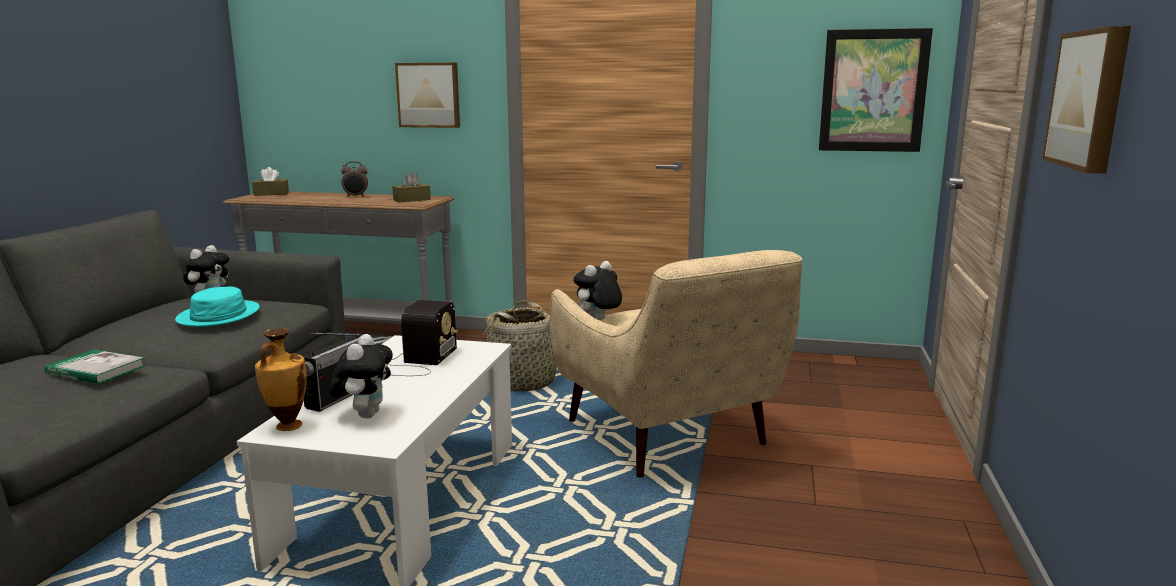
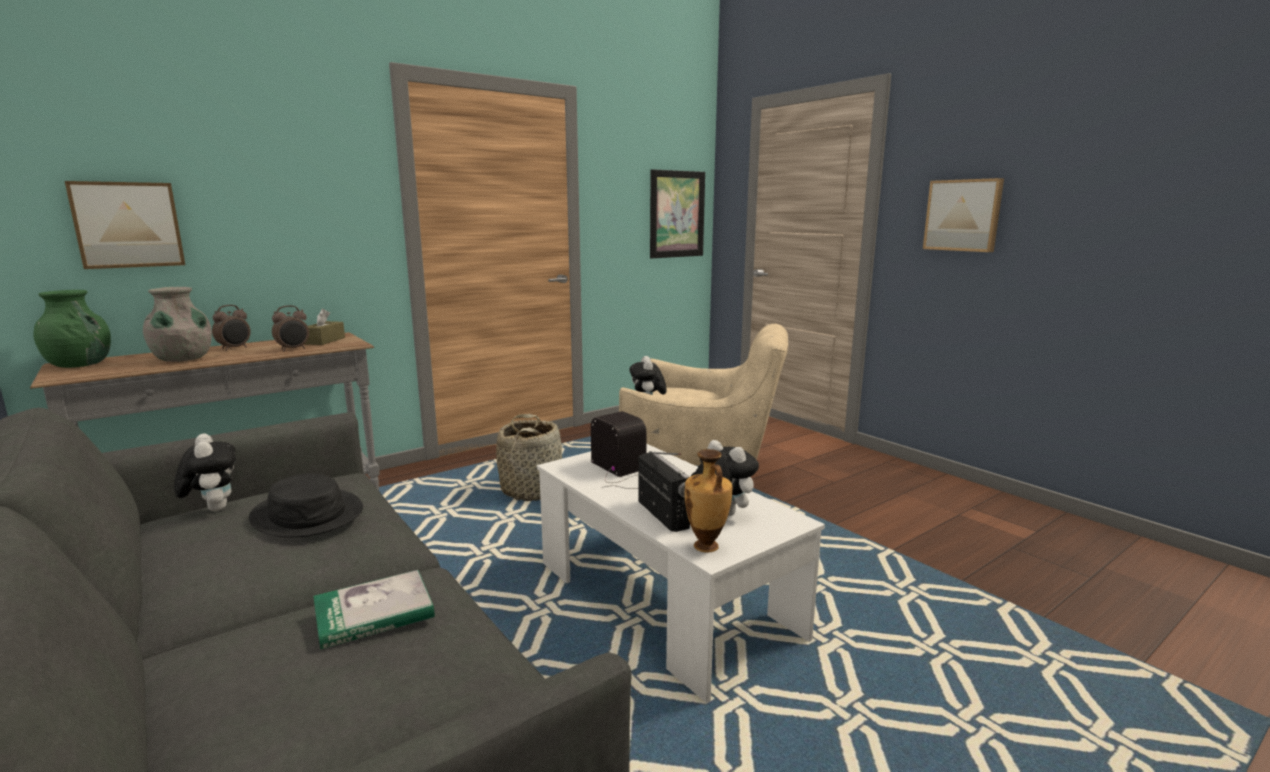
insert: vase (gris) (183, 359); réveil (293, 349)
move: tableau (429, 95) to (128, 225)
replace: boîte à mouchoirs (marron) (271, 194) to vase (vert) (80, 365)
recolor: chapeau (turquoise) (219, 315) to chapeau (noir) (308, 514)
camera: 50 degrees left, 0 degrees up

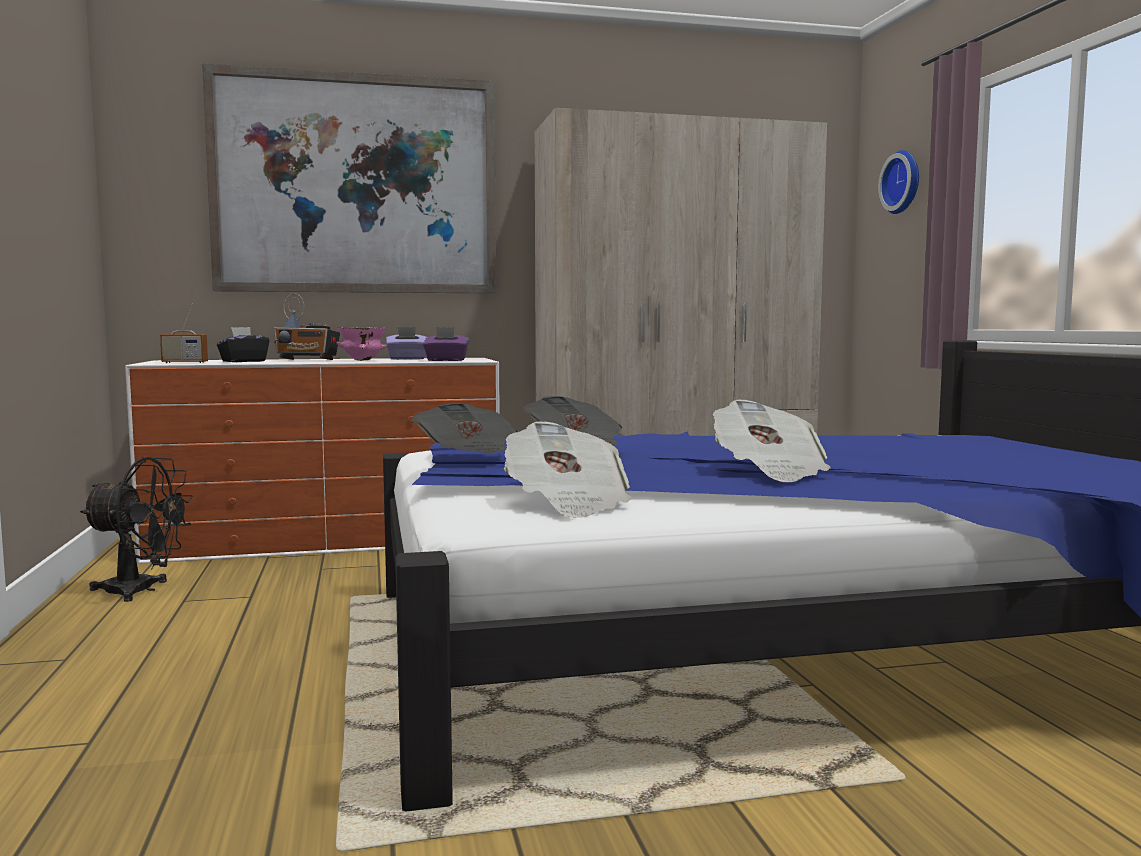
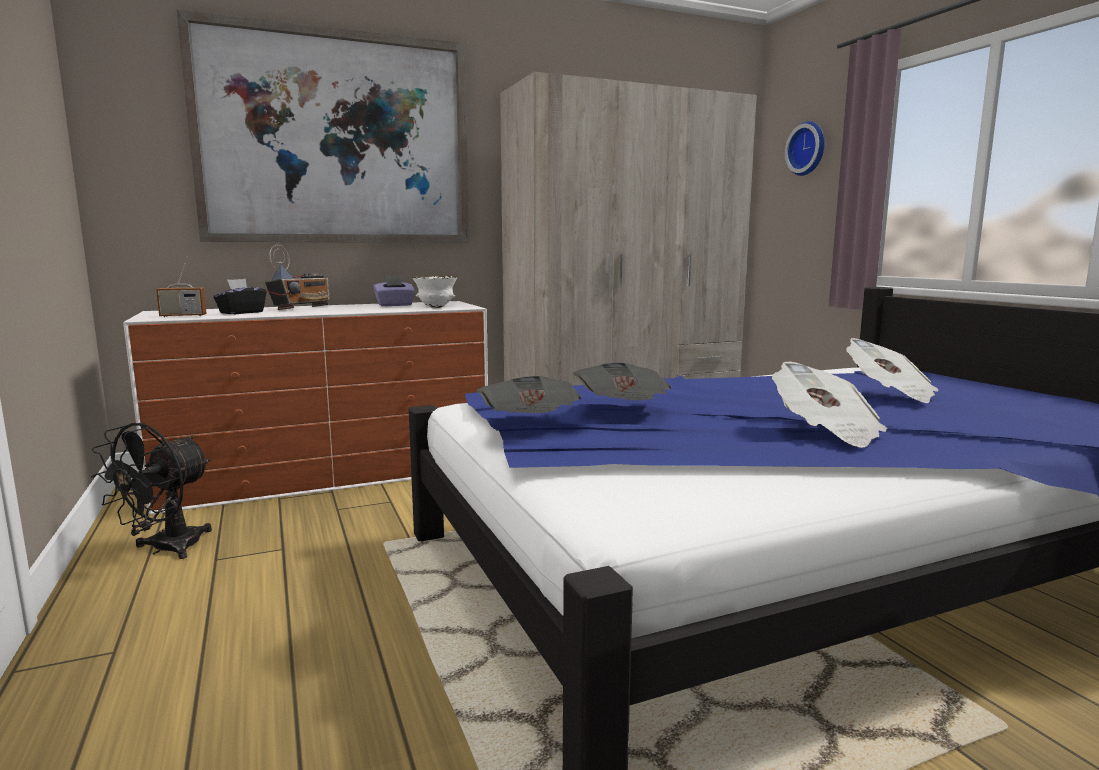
delete: bol (rose) (362, 360)
move: journal (567, 504) to (890, 393)
replace: boîte à mouchoirs (violet) (446, 360) to bol (blanc) (436, 307)
rotate: ventilateur (noir) (141, 590) = (165, 549) 120 degrees clockwise; radio (307, 360) = (301, 308) 60 degrees counterclockwise
camera: 10 degrees left, 5 degrees up

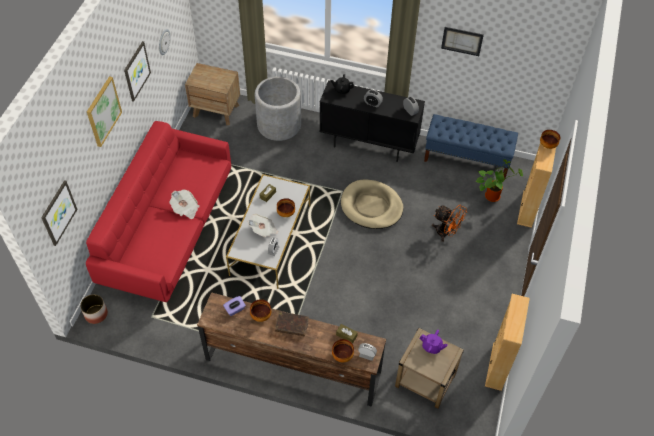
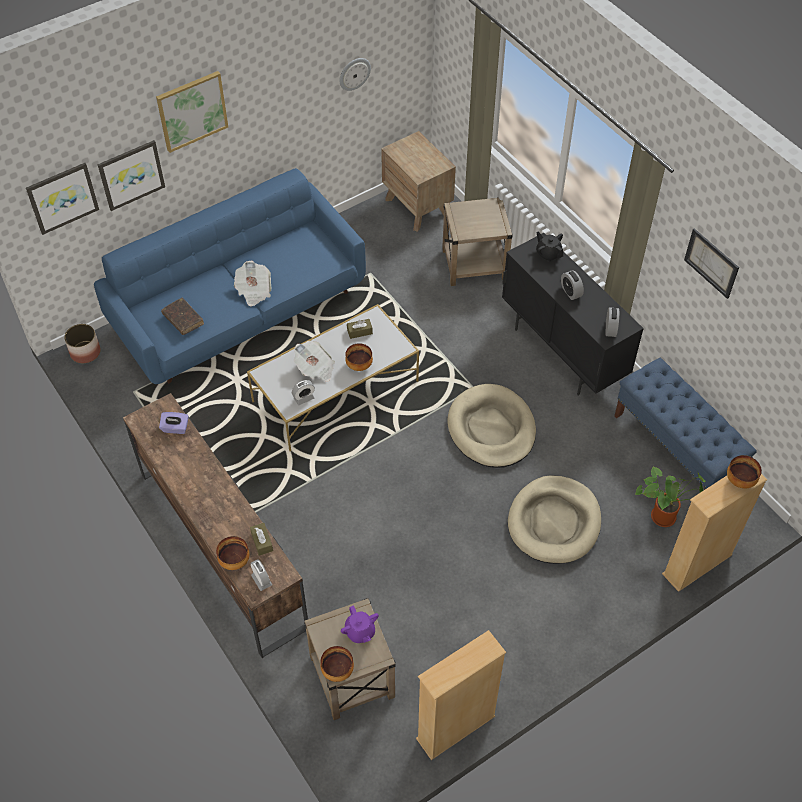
move: tableau (136, 71) to (131, 174); bol (261, 316) to (337, 671); livre (marron) (292, 326) to (183, 319)
replace: cache-pot (gris) (279, 125) to table d'appoint (beige) (475, 264); ventilateur (orange) (446, 233) to panier pour chien (beige) (554, 522)
recolor: canapé (rouge) (169, 229) to canapé (bleu) (240, 310)
camera: 40 degrees right, 0 degrees up

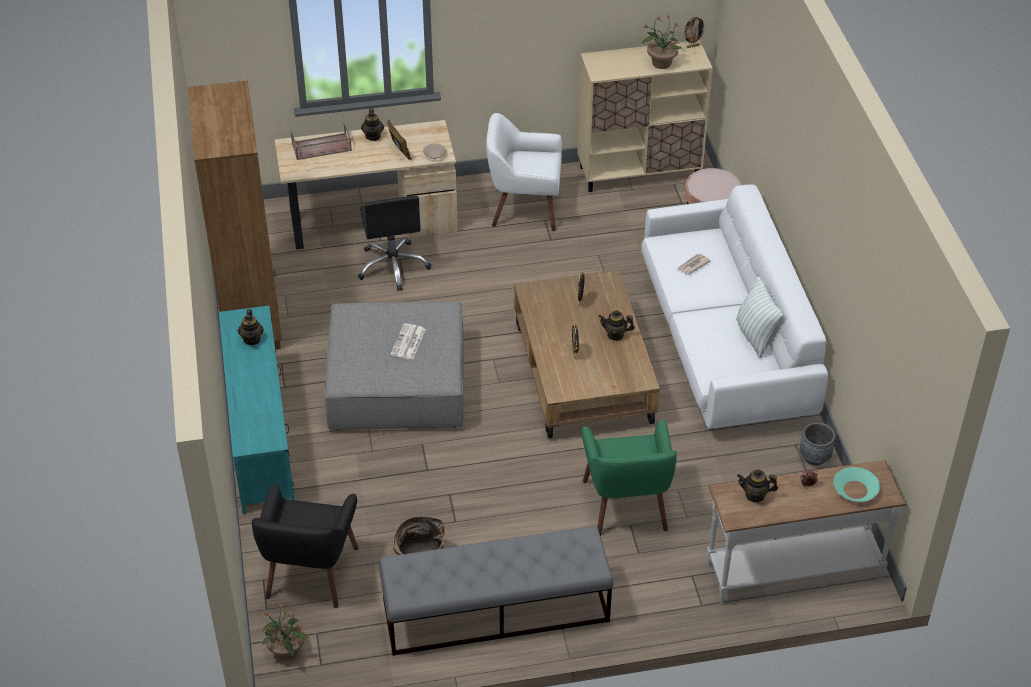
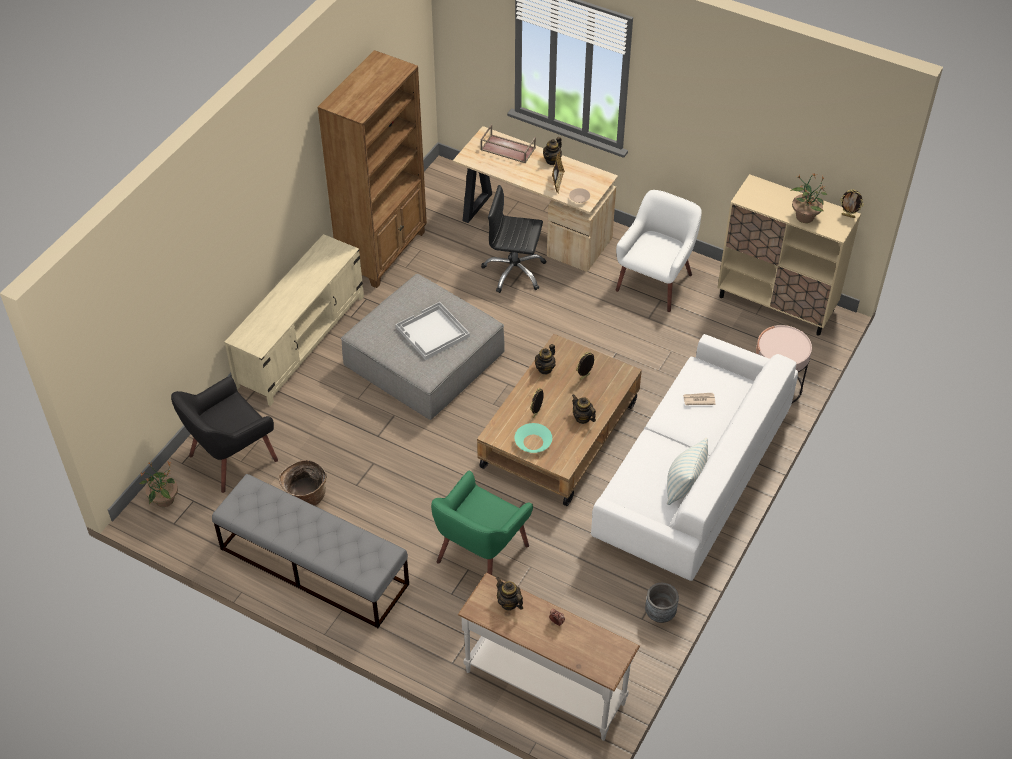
move: théière (252, 339) to (545, 368); bol (turquoise) (855, 489) to (533, 442)
replace: journal (408, 342) to plateau (blanc) (432, 332)
recolor: meuble télé (turquoise) (260, 435) to meuble télé (beige) (301, 341)
rotate: chaise de bureau (noir) (393, 266) = (514, 272) 75 degrees clockwise; fauteuil (blanc) (524, 208) = (655, 282) 75 degrees clockwise
camera: 40 degrees right, 5 degrees up

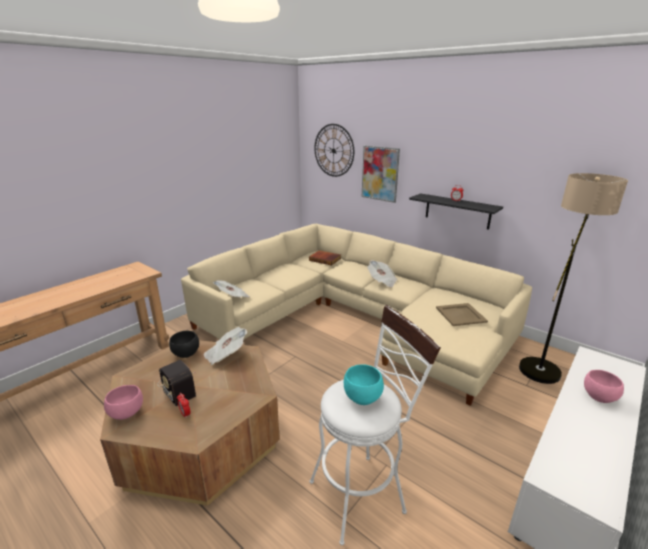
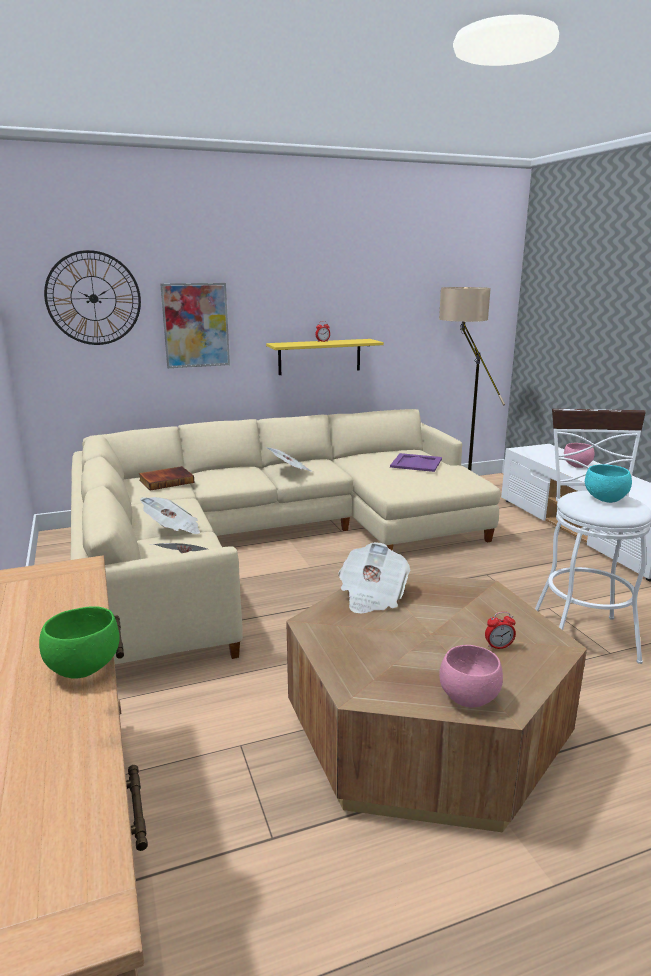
delete: radio (177, 387); bol (noir) (186, 354)
insert: bol (vert) (83, 668); journal (173, 530)
recolor: étagère (noir) (457, 211) to étagère (jaune) (319, 356); plateau (beige) (460, 314) to plateau (violet) (415, 463)
camera: 60 degrees left, 5 degrees down

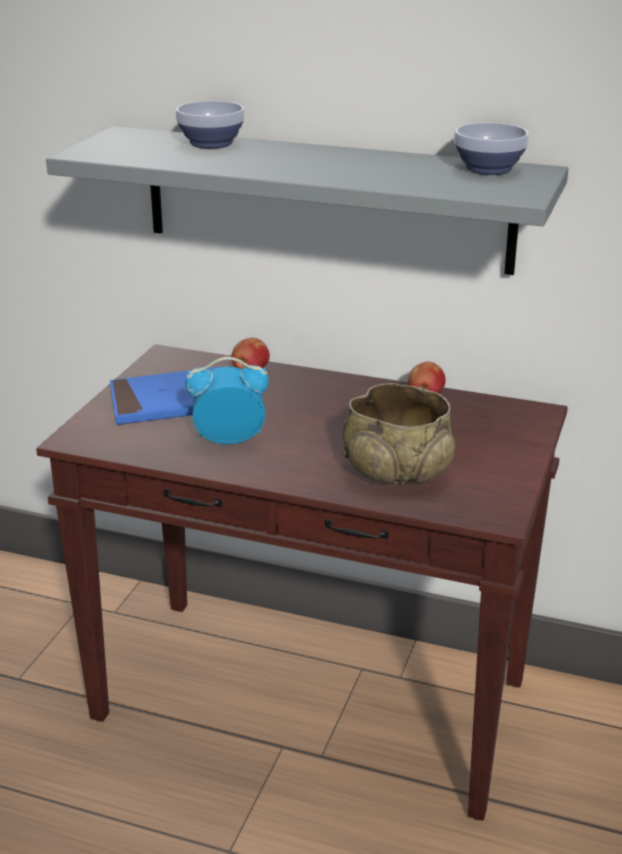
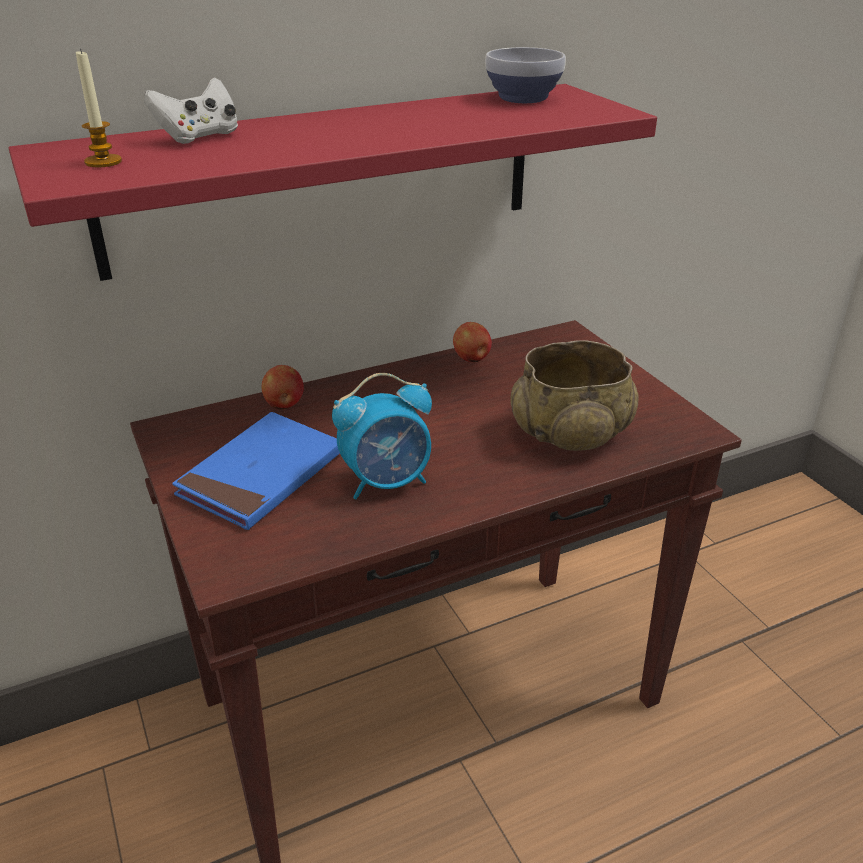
insert: bougie (103, 162)
replace: bol (209, 144) to manette (blanc) (199, 137)
recolor: étagère (gris) (326, 199) to étagère (rouge) (324, 178)
rotate: réveil (229, 439) = (387, 482) 150 degrees counterclockwise
camera: 45 degrees left, 5 degrees up

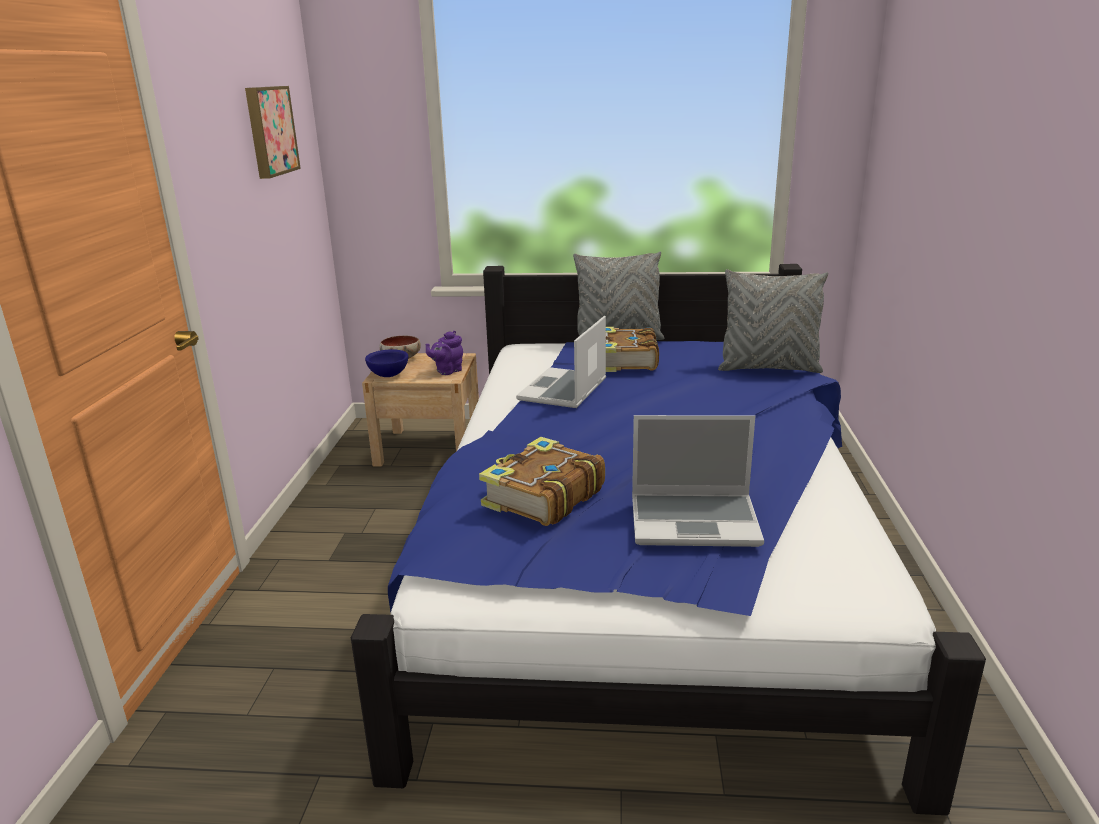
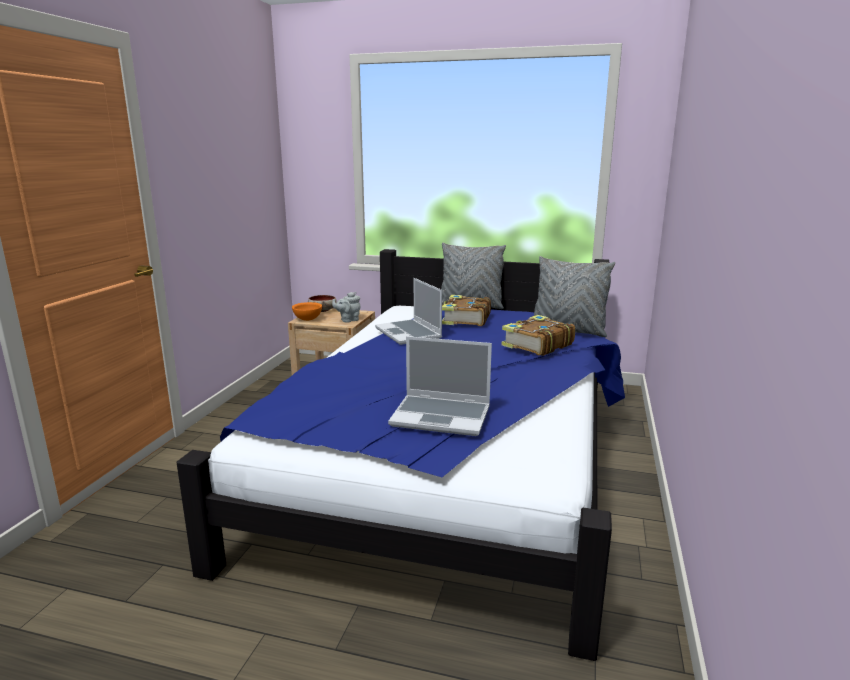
delete: tableau (269, 131)
move: livre (542, 497) to (536, 345)
recolor: bol (bleu) (389, 375) to bol (orange) (308, 319); théière (violet) (447, 371) to théière (gris) (348, 320)
rotate: ordinateur portable (564, 390) = (409, 333) 60 degrees counterclockwise
camera: 10 degrees right, 5 degrees down

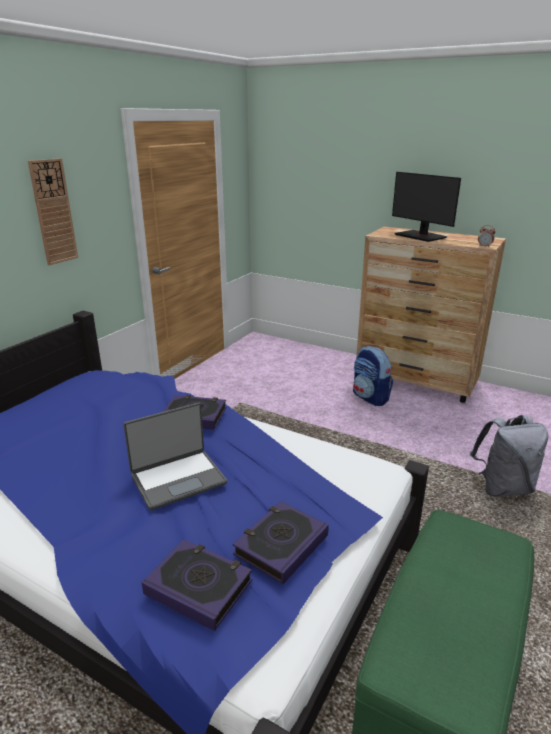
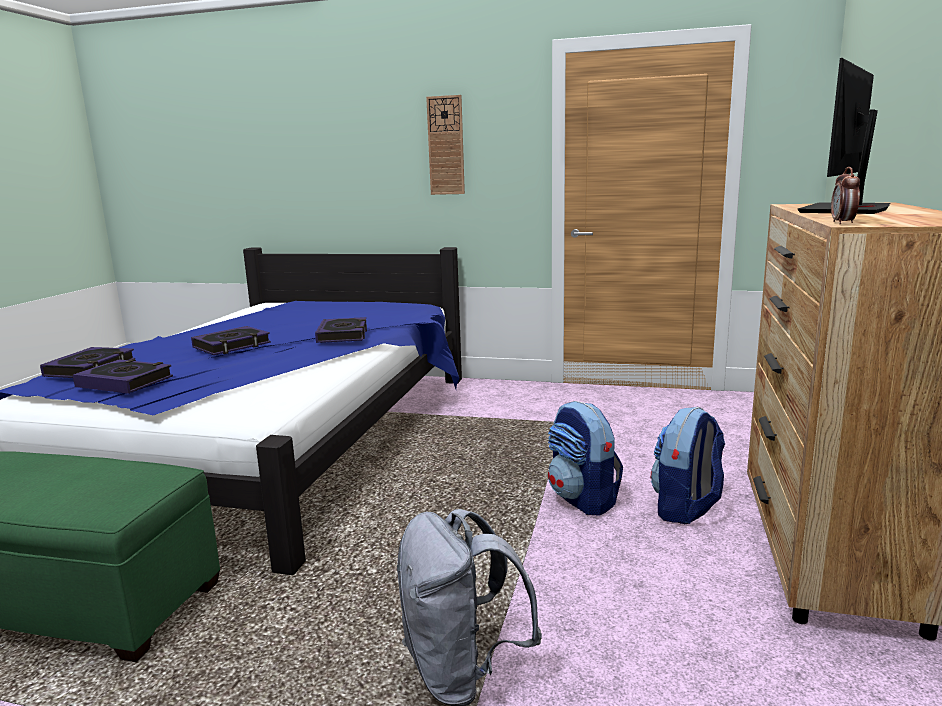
insert: sac à dos (583, 499)
replace: ordinateur portable (178, 479) to livre (232, 346)
camera: 75 degrees right, 10 degrees down

